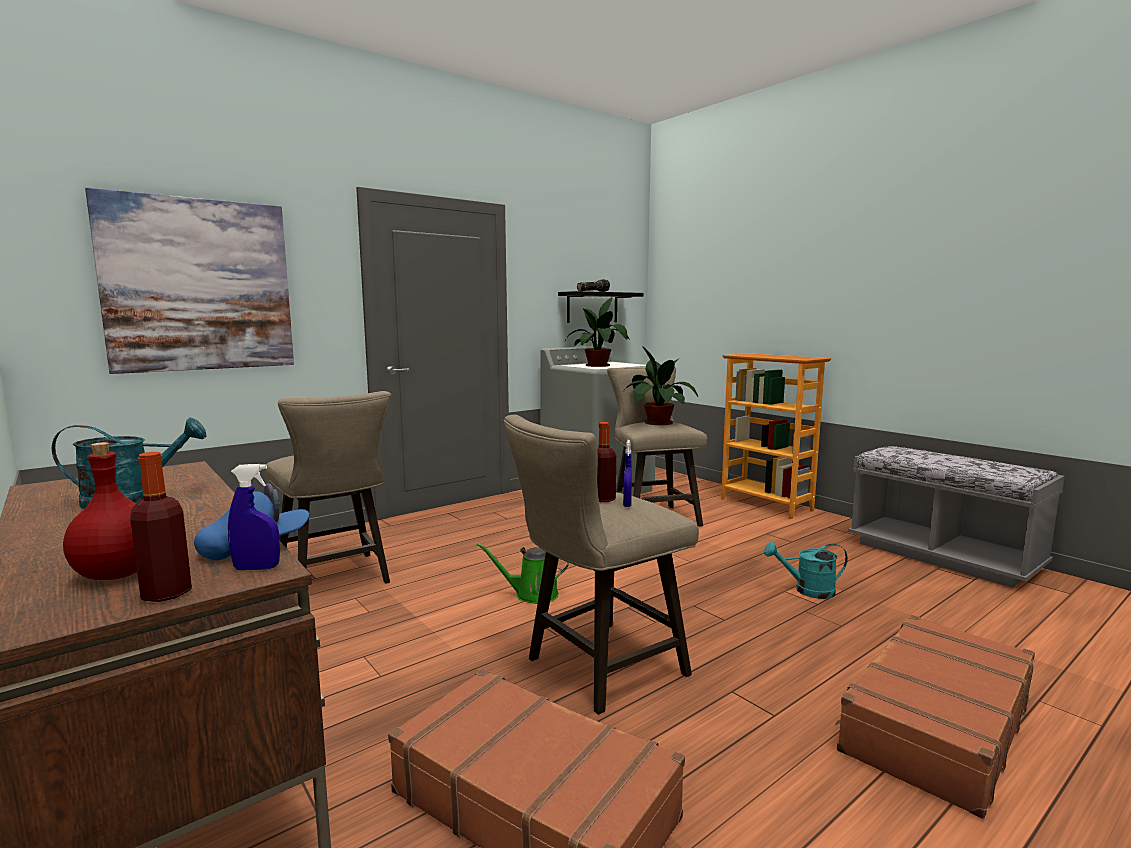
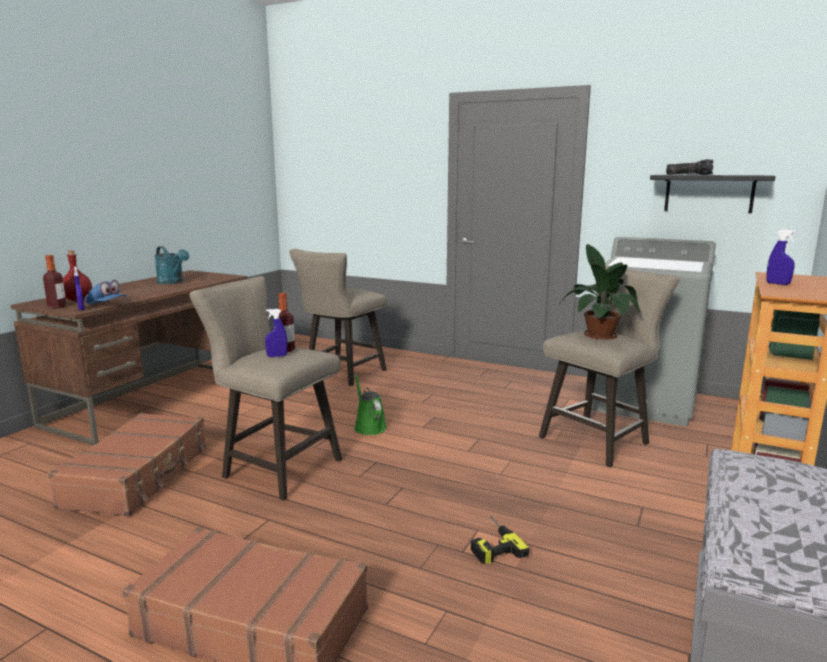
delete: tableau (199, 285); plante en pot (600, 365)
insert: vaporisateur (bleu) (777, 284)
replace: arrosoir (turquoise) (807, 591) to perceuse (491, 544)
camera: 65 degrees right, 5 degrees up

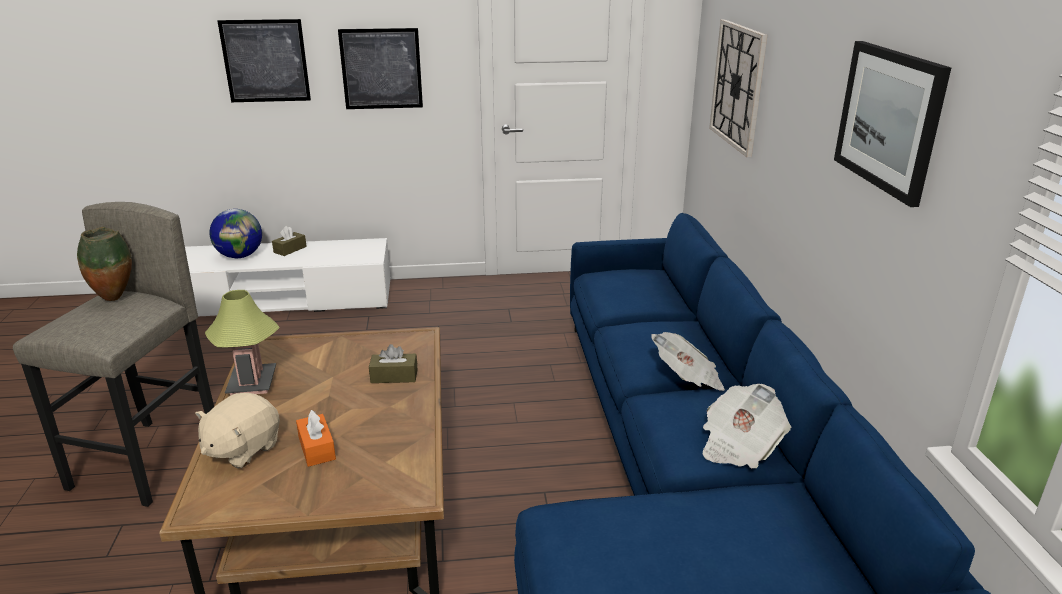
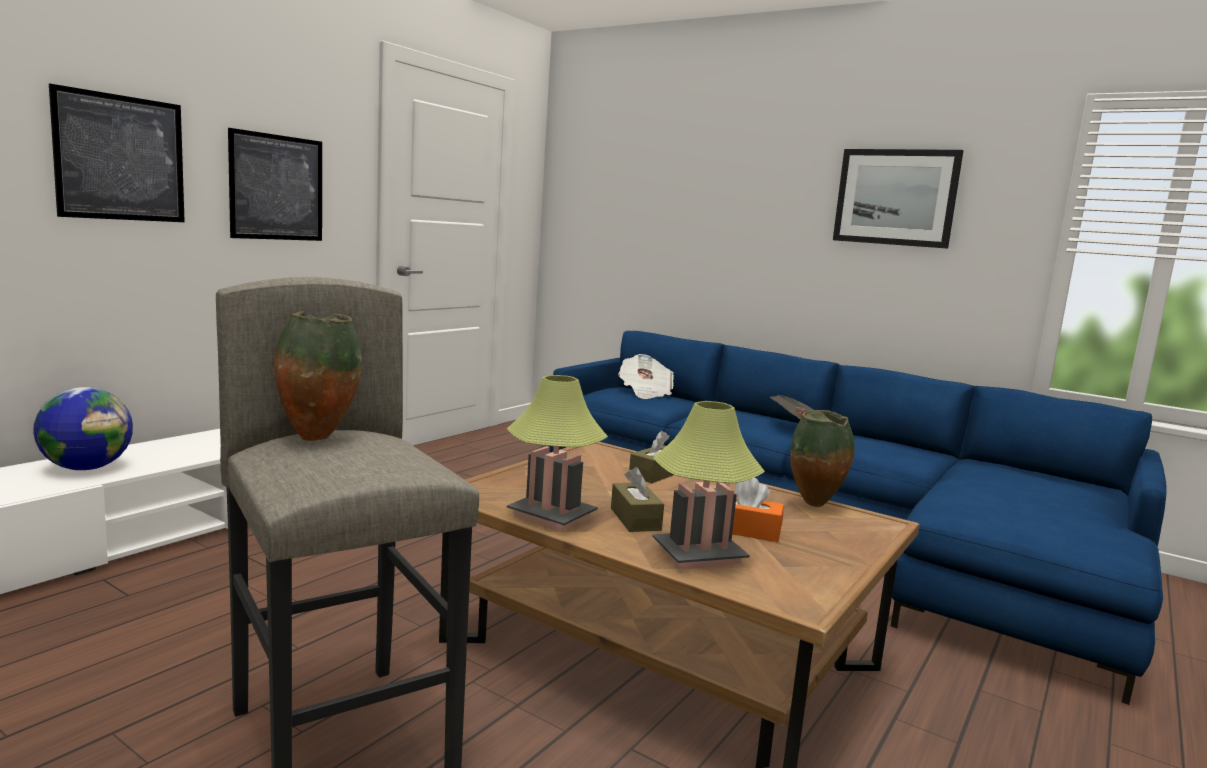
delete: horloge murale (738, 86)
insert: vase (815, 506)
move: boîte à mouchoirs (marron) (290, 249) to (635, 519); journal (739, 445) to (645, 392)
replace: peluche (beige) (242, 449) to lampe de table (699, 555)
camera: 50 degrees left, 15 degrees down

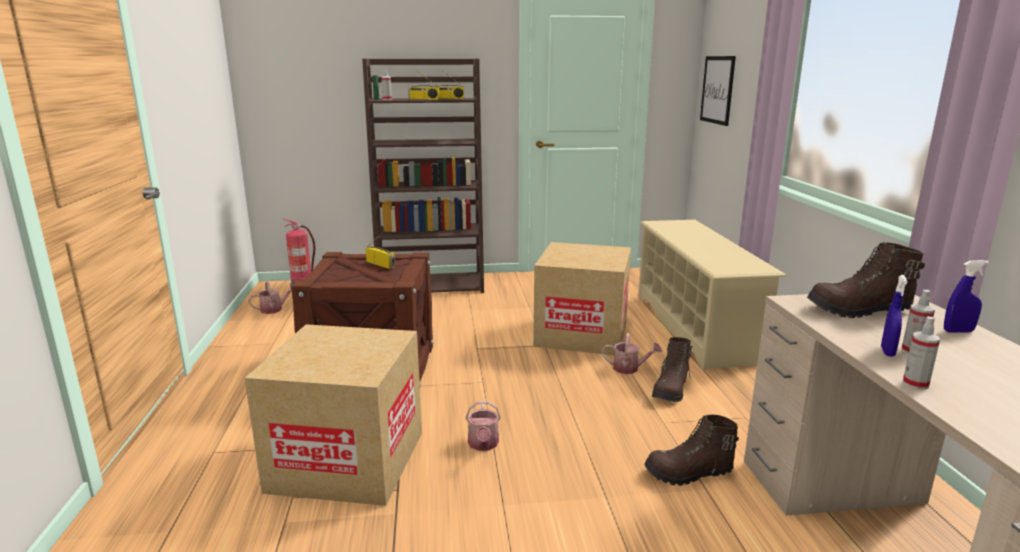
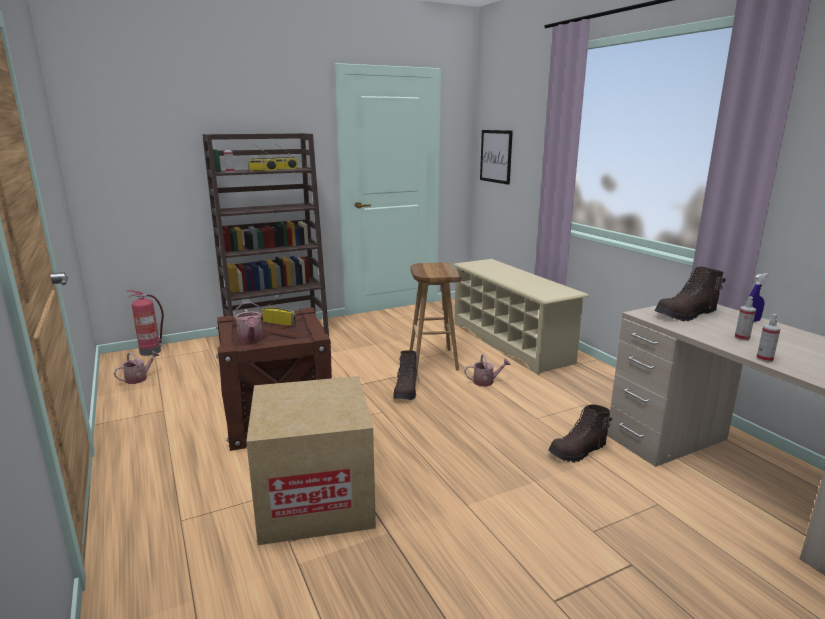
delete: vaporisateur (bleu) (887, 351)
move: arrosoir (483, 445) to (251, 338); botte (marron) (671, 390) to (406, 391)
replace: carton (581, 334) to tabouret (marron) (432, 360)
camera: 20 degrees left, 0 degrees up

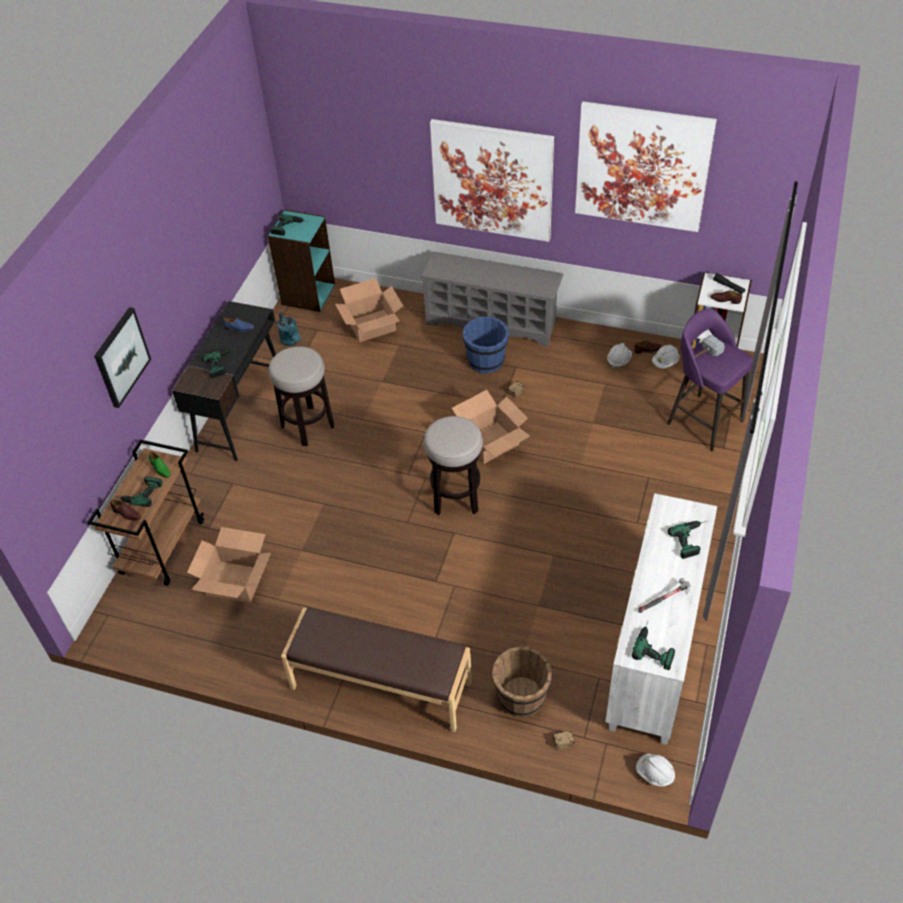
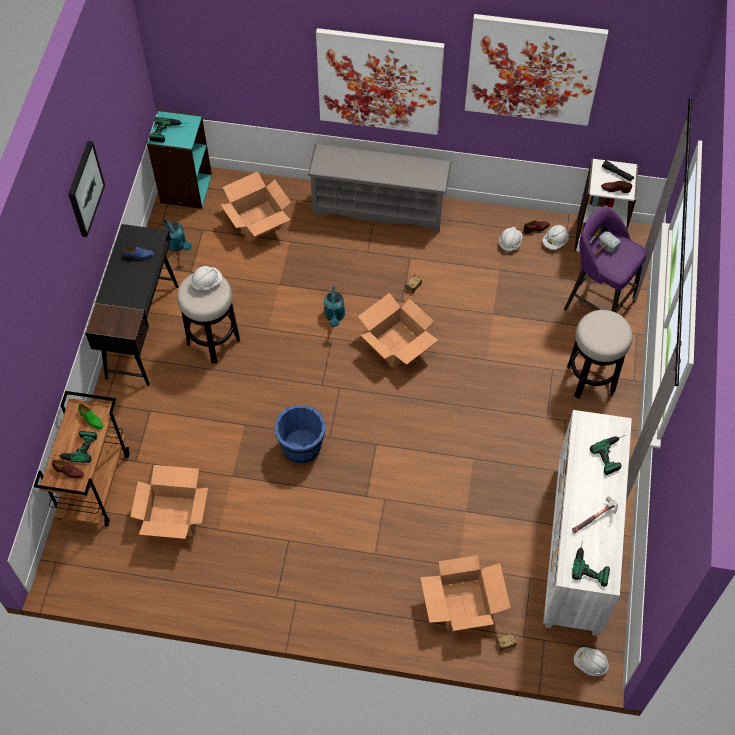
delete: perceuse (223, 363); banc (marron) (380, 686)
insert: casque de chantier (blanc) (207, 282); arrosoir (turquoise) (335, 316)
move: tableau (121, 357) to (84, 189); tabouret (456, 498) to (590, 379); seau (bleu) (486, 361) to (301, 447)
replace: seau (marron) (521, 698) to carton (462, 605)
camera: 10 degrees left, 10 degrees up

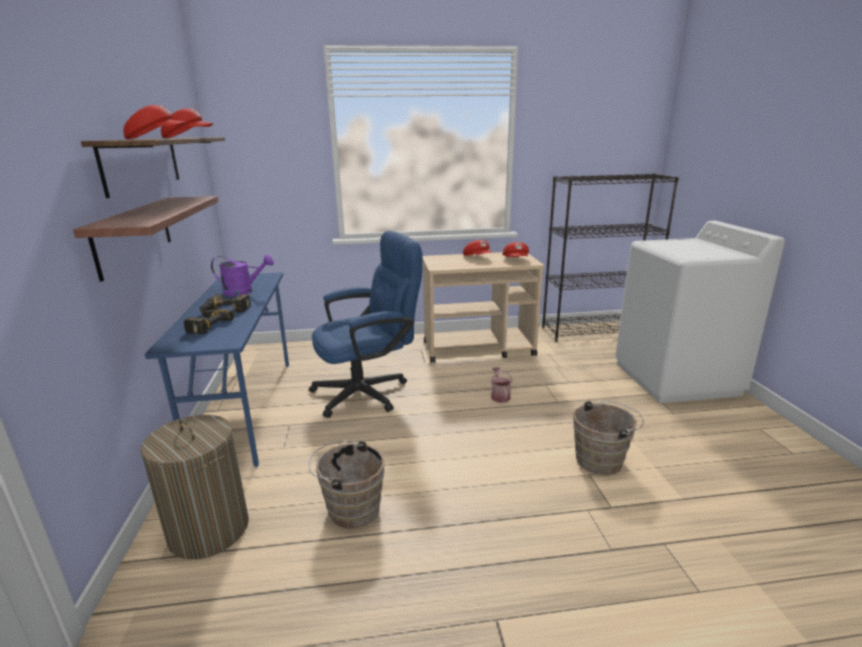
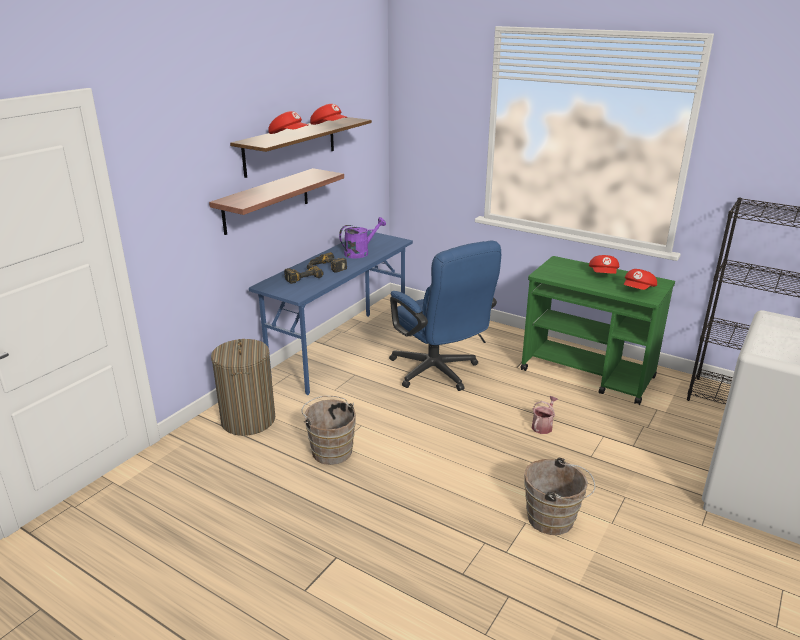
recolor: chariot (beige) (479, 348) to chariot (vert) (588, 374)
rotate: arrosoir (violet) (243, 291) = (360, 253) 75 degrees counterclockwise; chaise de bureau (bleu) (369, 391) = (438, 373) 45 degrees clockwise
camera: 40 degrees right, 5 degrees up

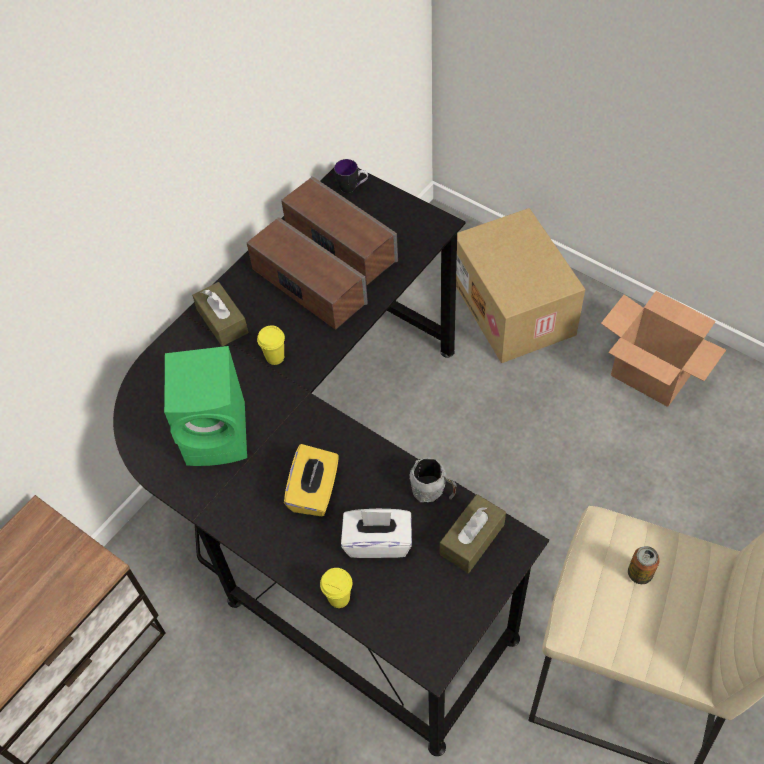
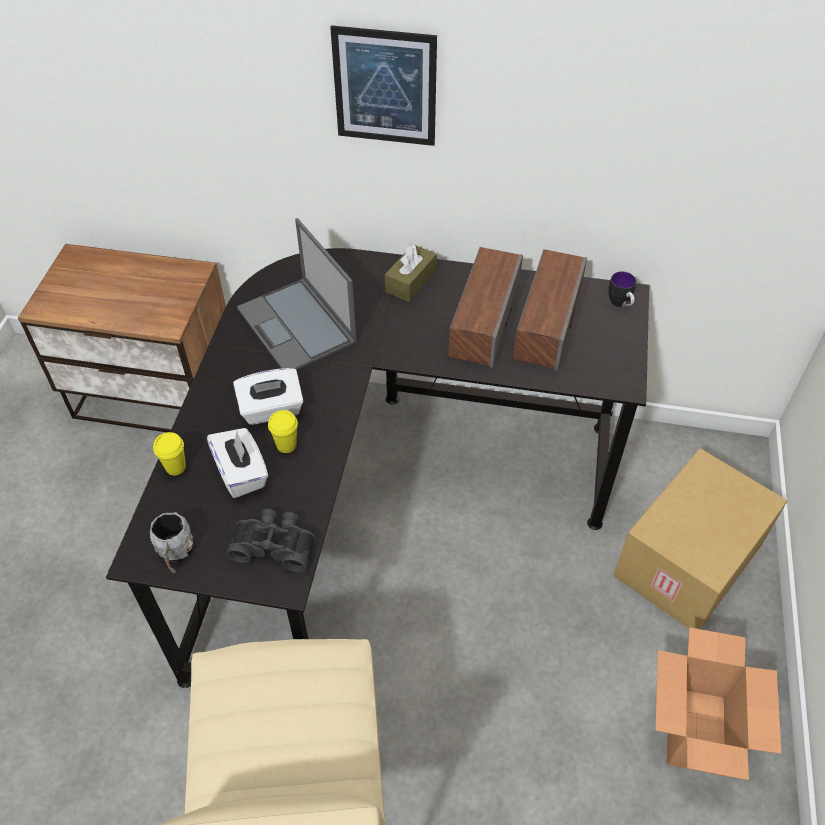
delete: boîte métallique (639, 573)
insert: tableau (385, 87)
move: tasse (jaune) (275, 357) to (286, 445); mug (gris) (433, 492) to (175, 554)
replace: enceinte (vert) (219, 434) to ordinateur portable (297, 326); boîte à mouchoirs (marron) (472, 539) to jumelles (noir) (275, 544)
recolor: boîte à mouchoirs (jaune) (315, 492) to boîte à mouchoirs (blanc) (272, 410)
camera: 60 degrees right, 5 degrees down

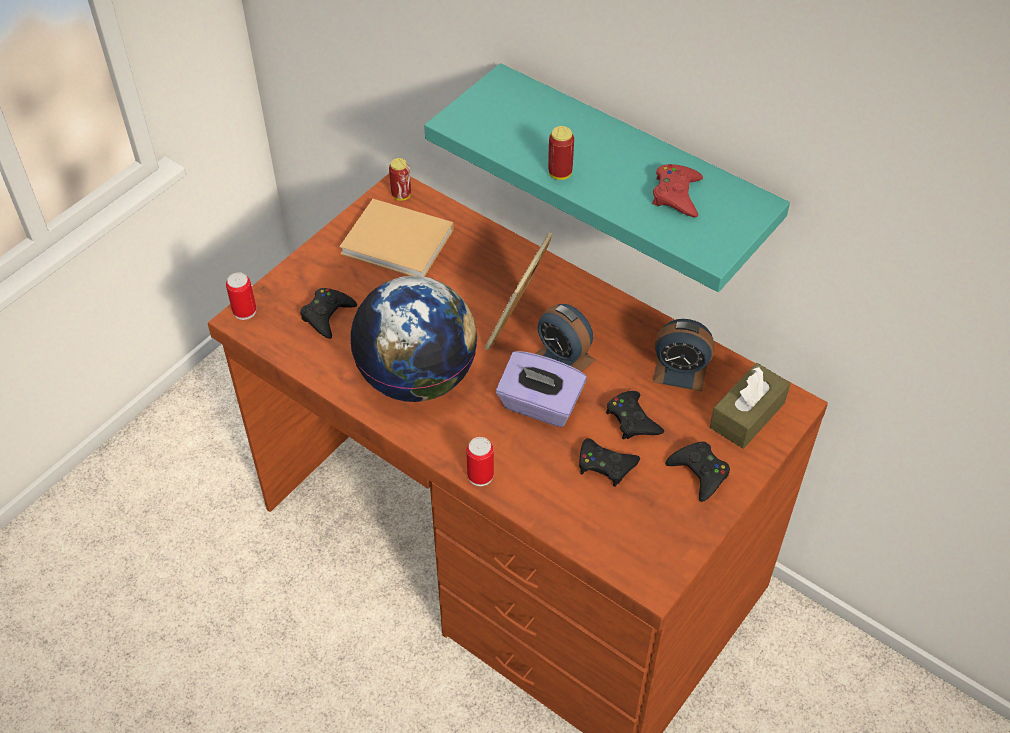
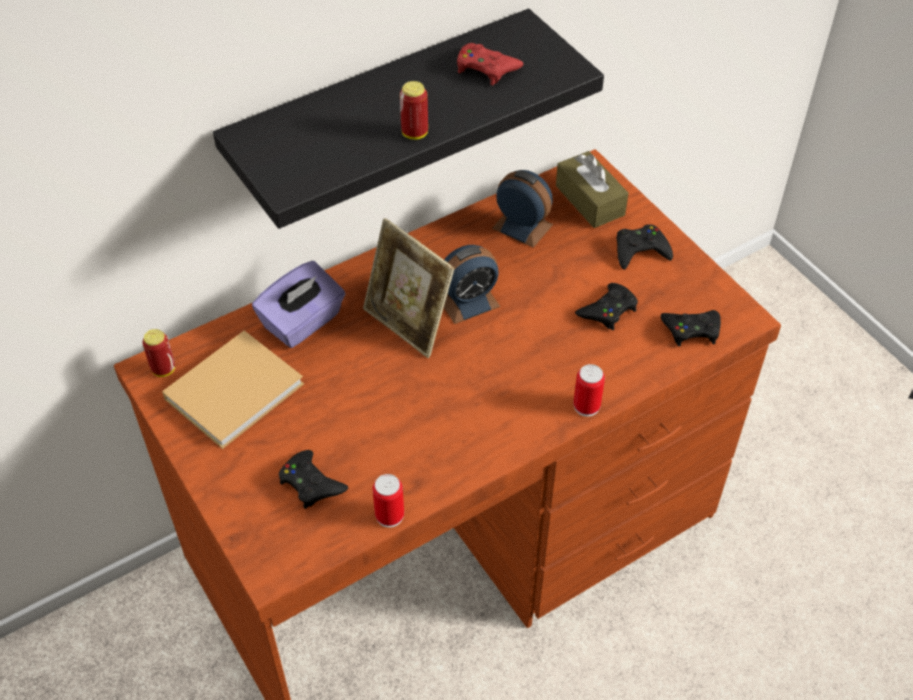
delete: globe (418, 378)
move: boîte métallique (244, 311) to (389, 515); boîte à mouchoirs (violet) (540, 405) to (303, 322); manette (noir) (632, 420) to (691, 330)
recolor: étagère (turquoise) (633, 167) to étagère (noir) (381, 108)
rotate: réveil (680, 371) = (522, 226) 90 degrees counterclockwise
camera: 70 degrees left, 0 degrees up

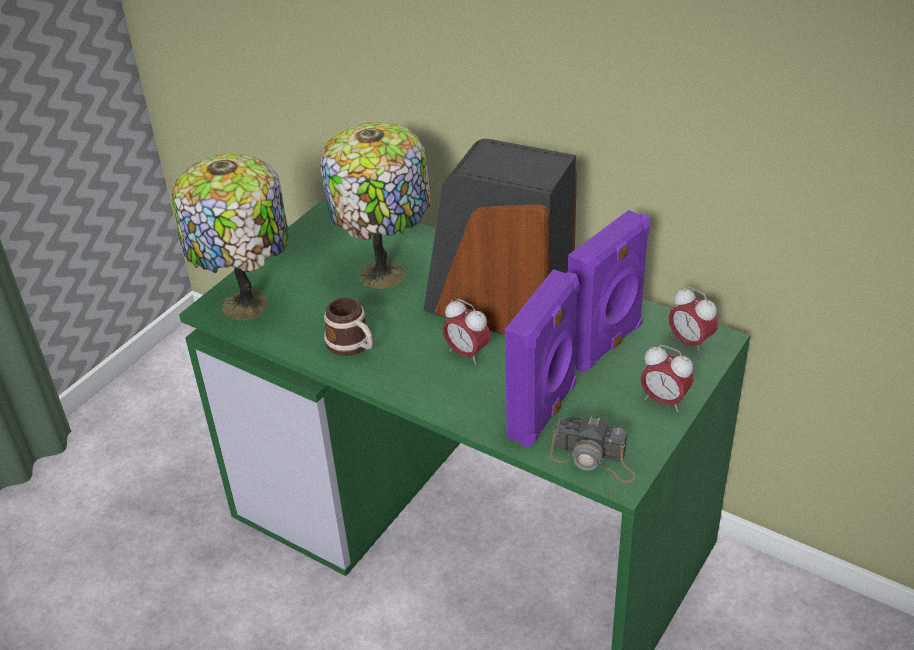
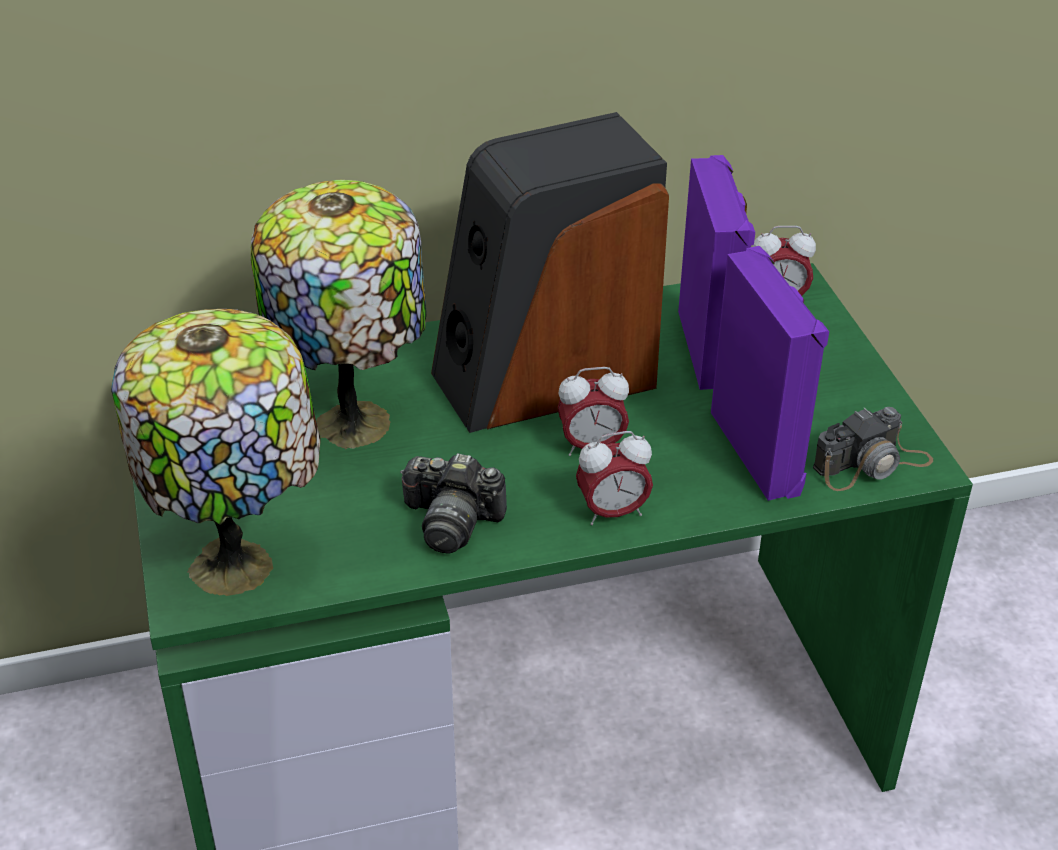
move: réveil (664, 400) to (612, 512)
replace: mug (353, 345) to appareil photo (452, 521)
camera: 50 degrees left, 0 degrees up

